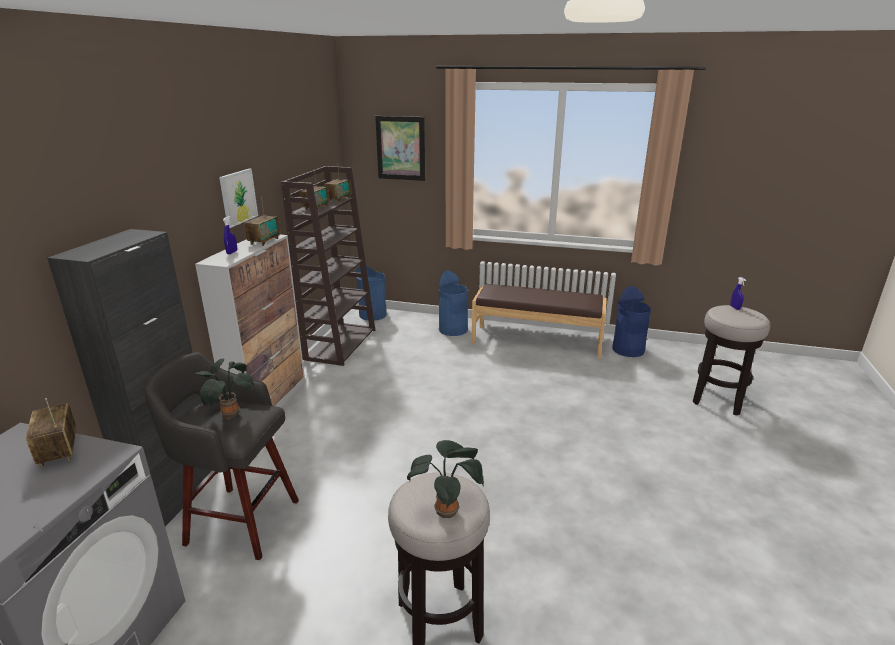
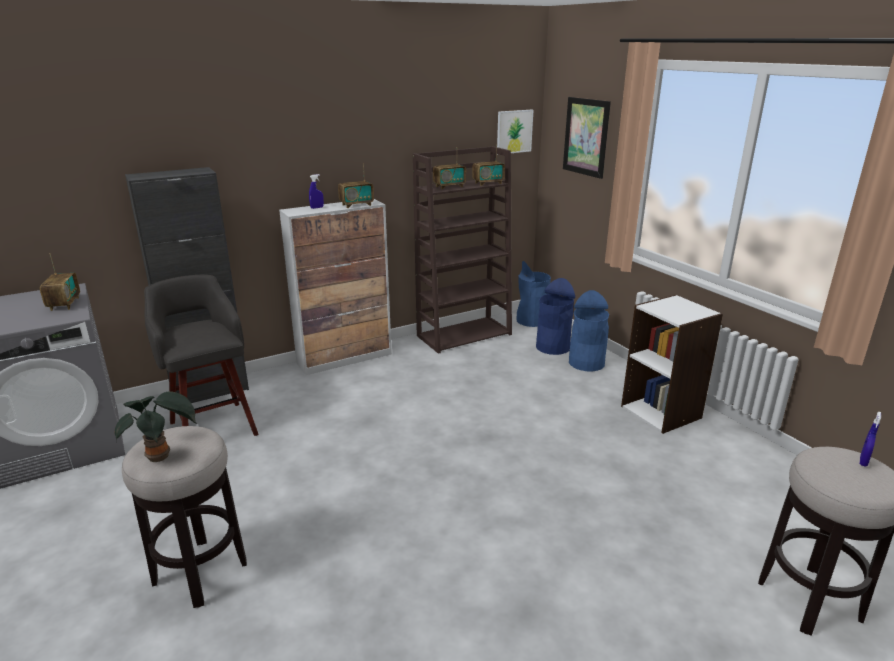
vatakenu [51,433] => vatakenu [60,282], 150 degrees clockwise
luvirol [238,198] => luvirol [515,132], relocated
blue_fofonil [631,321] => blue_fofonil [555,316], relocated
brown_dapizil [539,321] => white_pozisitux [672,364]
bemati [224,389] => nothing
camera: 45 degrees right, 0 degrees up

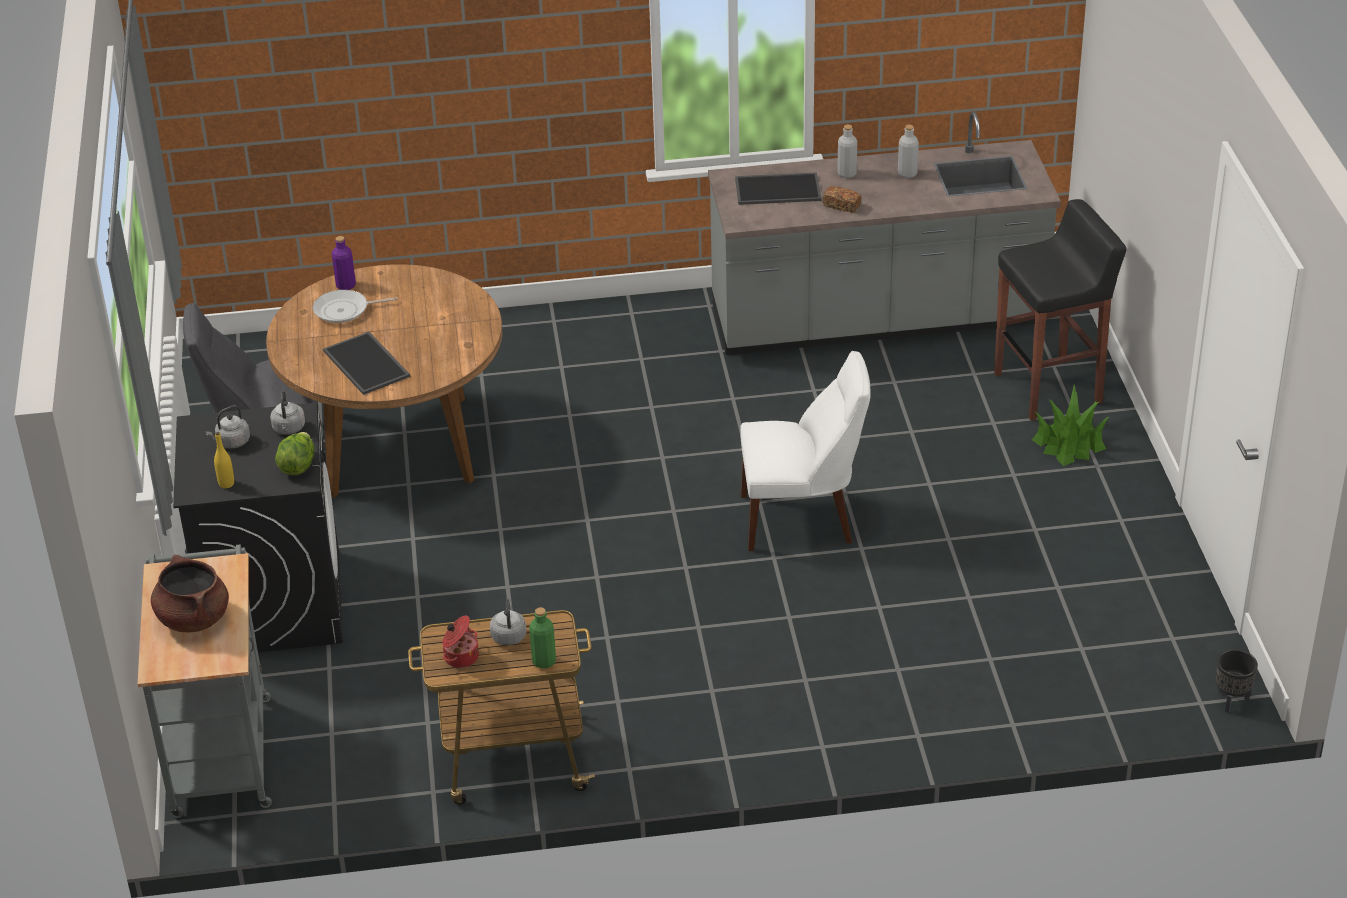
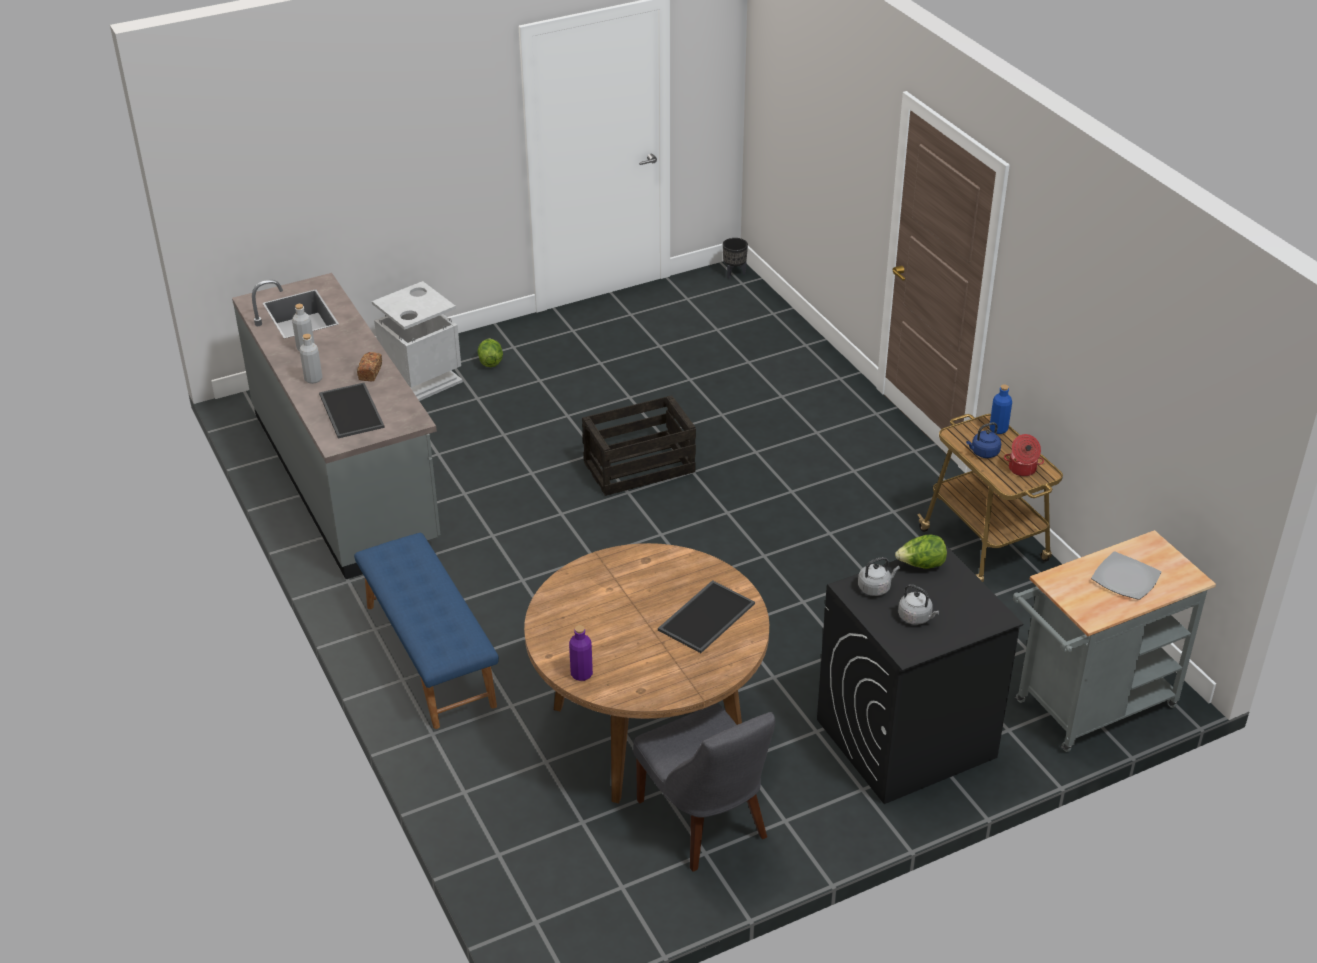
nothing => blue_dapizil [426,631]
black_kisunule [1060,310] => grey_fofonil [417,341]
bemati [1070,425] => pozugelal [490,352]
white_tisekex [805,451] => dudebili [639,445]
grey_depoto [508,621] => blue_depoto [983,440]
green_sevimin [542,638] => blue_sevimin [1000,409]
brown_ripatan [190,593] => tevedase [1126,576]
yellow_sevimin [224,460] => nothing
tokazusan [355,306] => nothing
camera: 110 degrees left, 0 degrees up

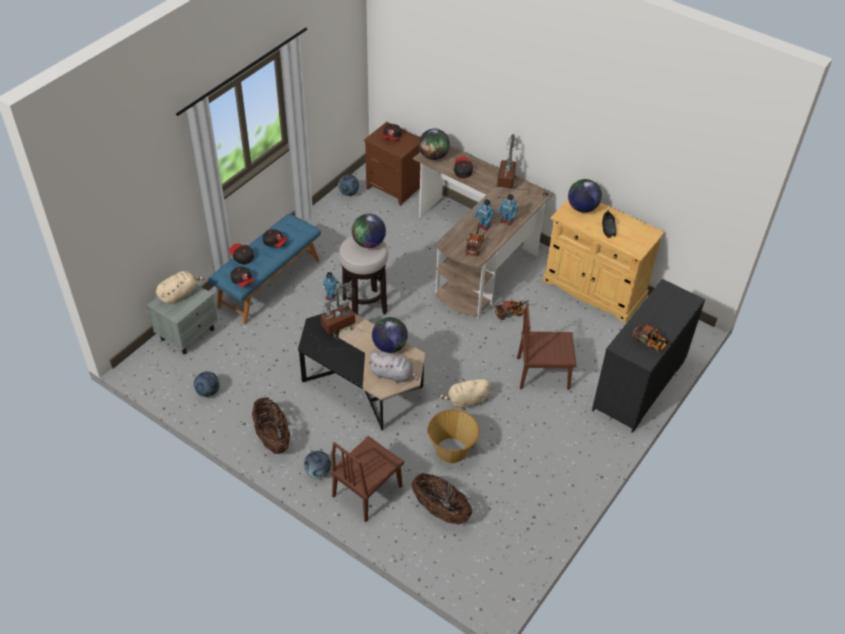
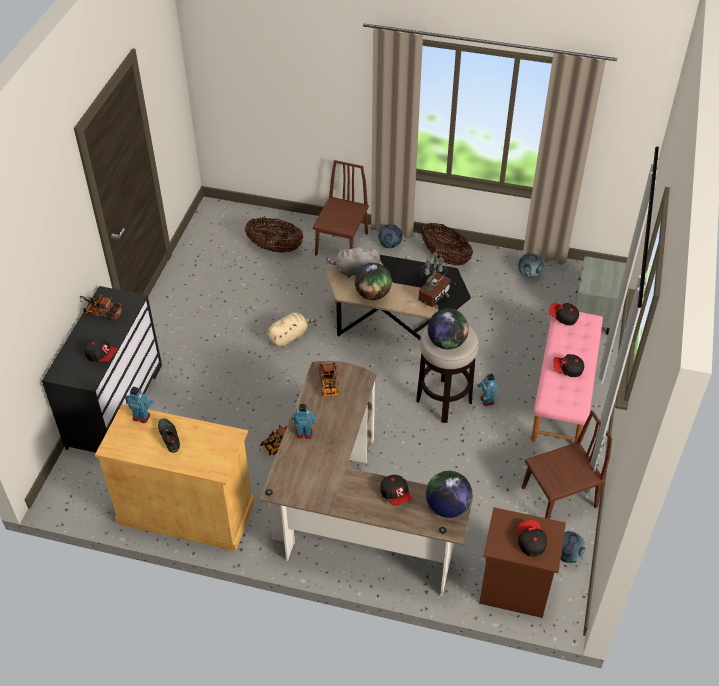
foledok [241,254] => foledok [101,350], relocated
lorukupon [484,214] => lorukupon [139,405], relocated
brown_tisekex [547,346] => brown_tisekex [567,464], relocated
blue_dapizil [265,268] => pink_dapizil [567,377]
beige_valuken [180,287] => nothing
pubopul [453,436] => nothing
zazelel [511,168] => nothing
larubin [585,196] => nothing
camera: 160 degrees right, 0 degrees up

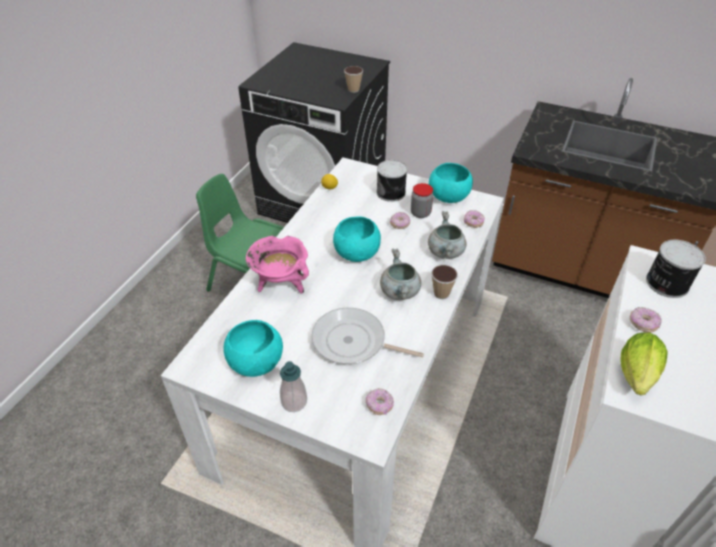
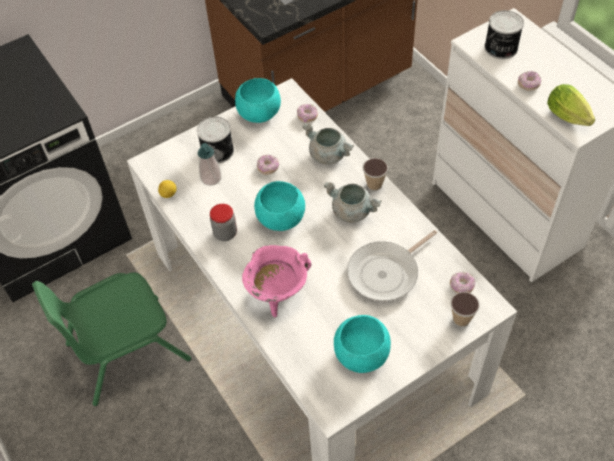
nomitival [293,386] => nomitival [210,164], relocated
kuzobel [422,200] => kuzobel [223,222], relocated
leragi [353,79] => leragi [465,309], relocated
camera: 55 degrees left, 10 degrees up

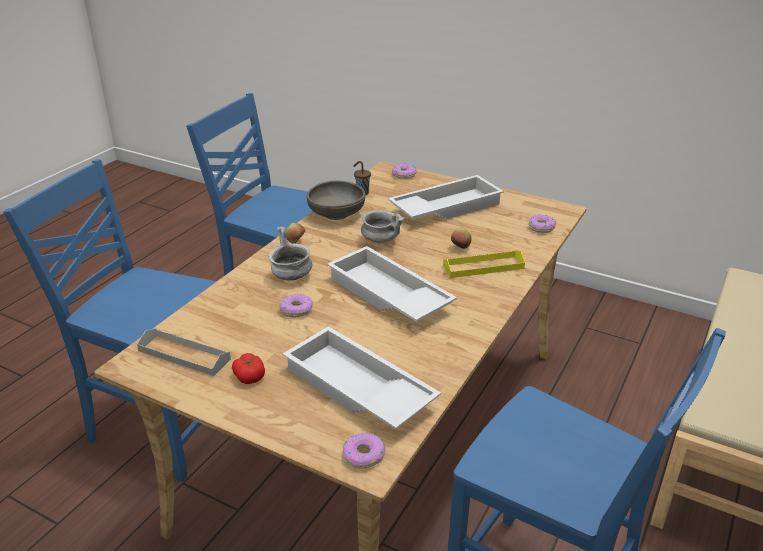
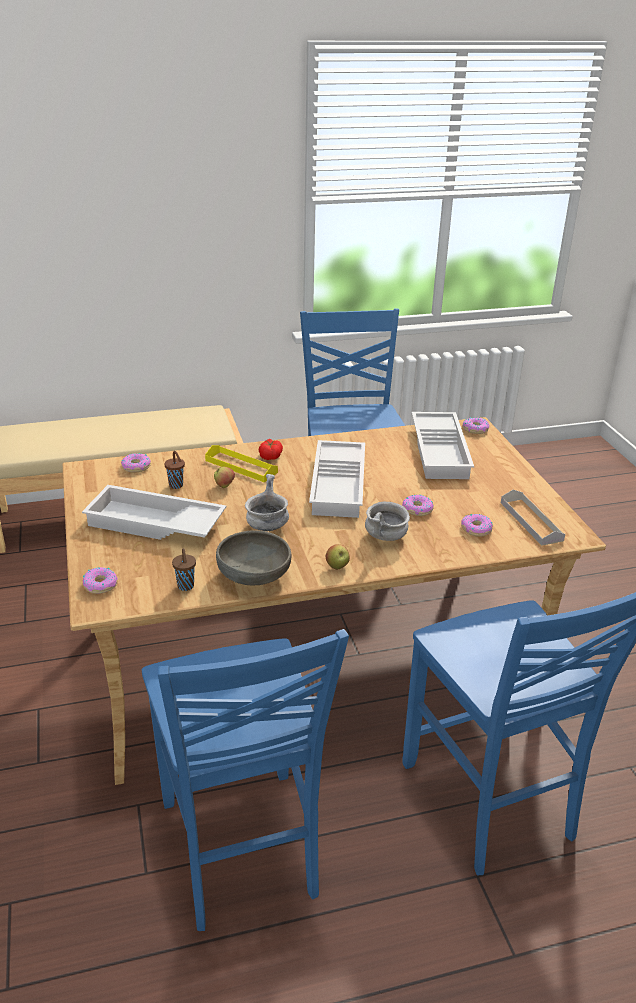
nothing => brown_leragi [175,470]
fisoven [248,368] => fisoven [271,449], relocated
nothing => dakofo [477,525]
camera: 135 degrees left, 0 degrees up

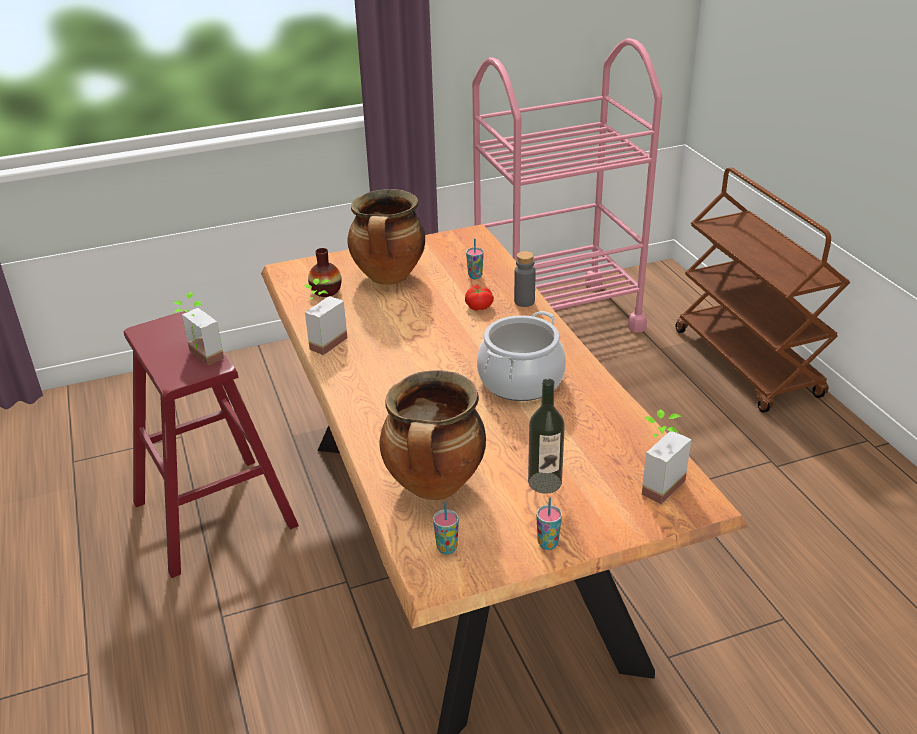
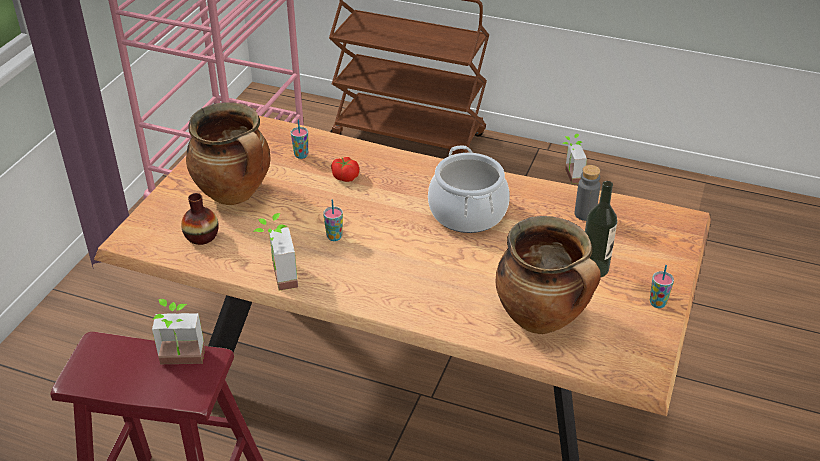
leragi [446,528] => leragi [333,220], relocated
bemati [666,456] => bemati [574,159], relocated
grey_sevimin [525,279] => grey_sevimin [587,193], relocated
camera: 50 degrees left, 5 degrees up

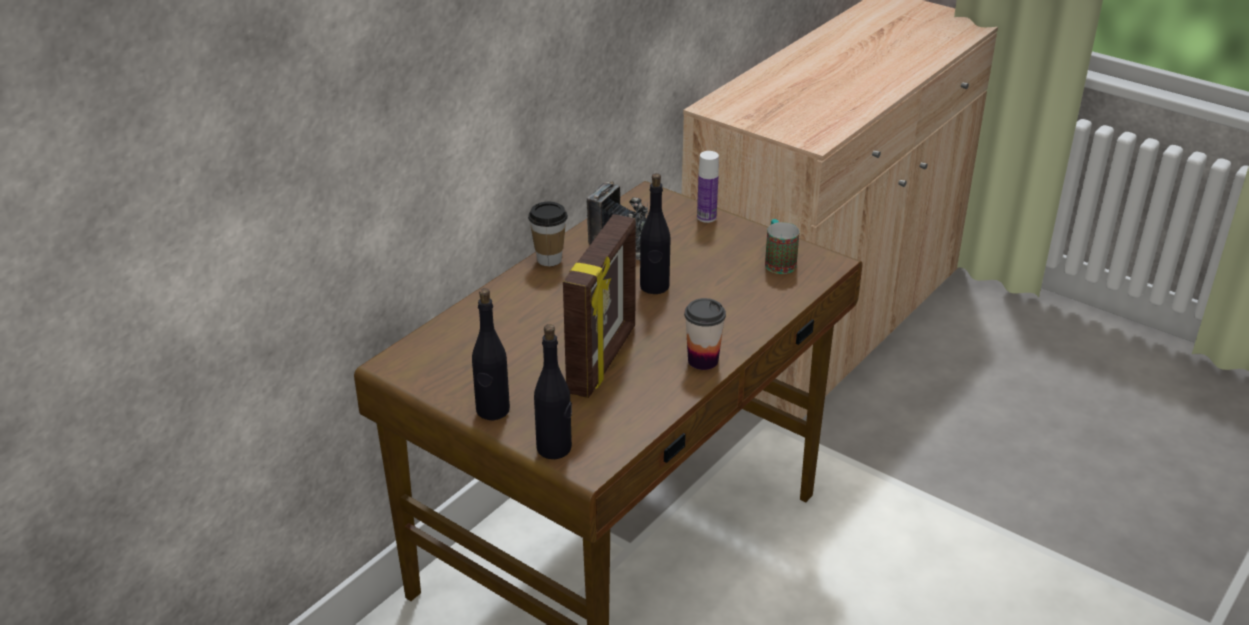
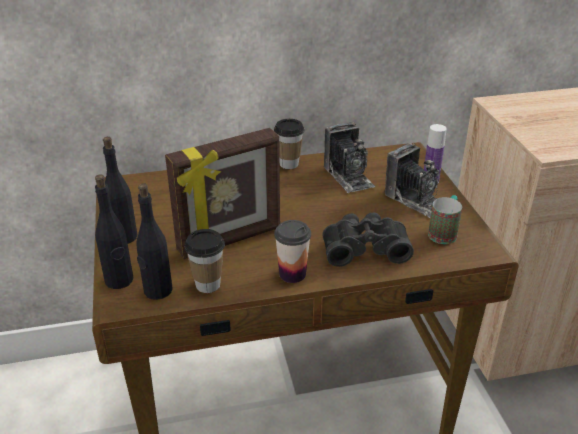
black_sevimin [655,233] => black_sevimin [154,241], relocated
nothing => leragi [204,261]
nothing => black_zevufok [368,239]
nothing => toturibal [412,180]
camera: 40 degrees right, 0 degrees up

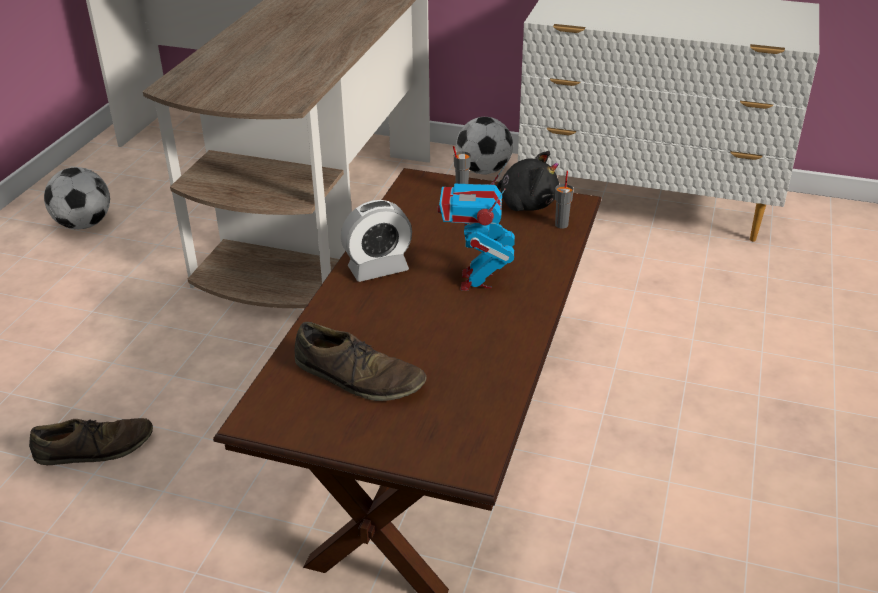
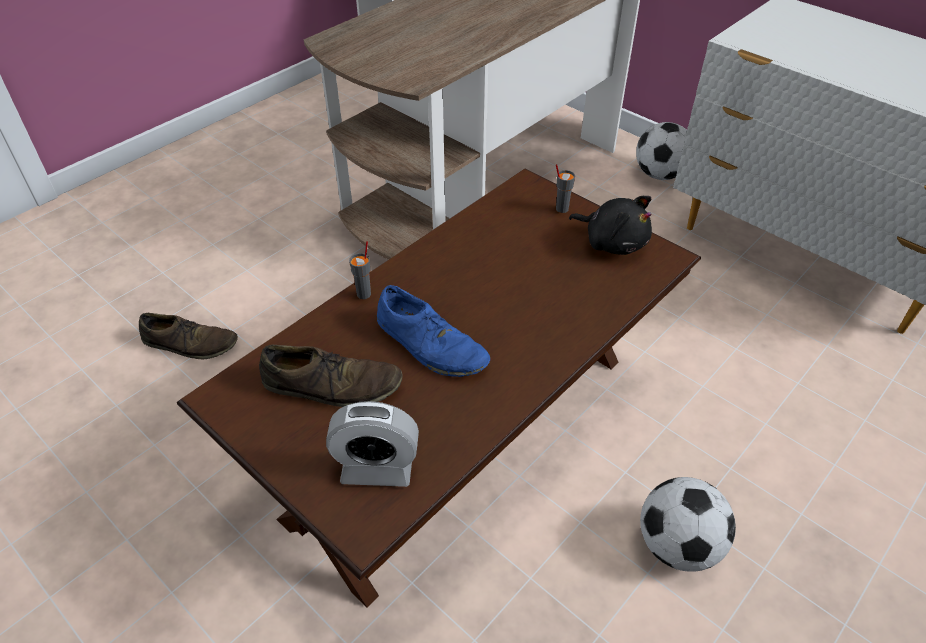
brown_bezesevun [360,361] => brown_bezesevun [330,376], 45 degrees counterclockwise
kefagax [376,241] => kefagax [372,444], relocated
grey_leragi [564,200] => grey_leragi [360,270], relocated
nothing => blue_bezesevun [434,331]
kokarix [77,198] => kokarix [688,524], relocated
lorukupon [476,227] => nothing
camera: 25 degrees right, 10 degrees up

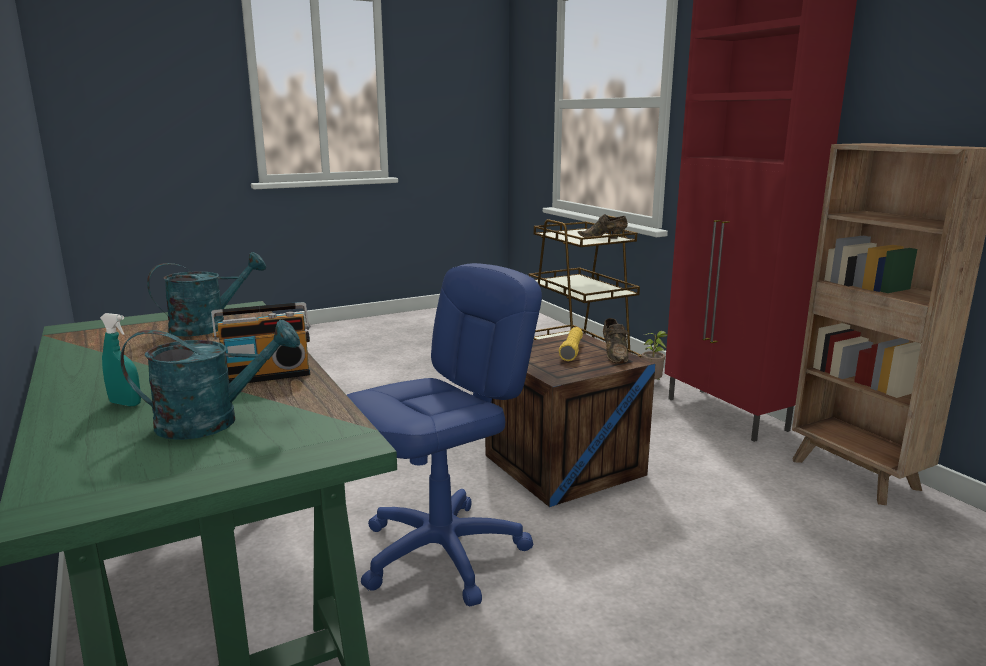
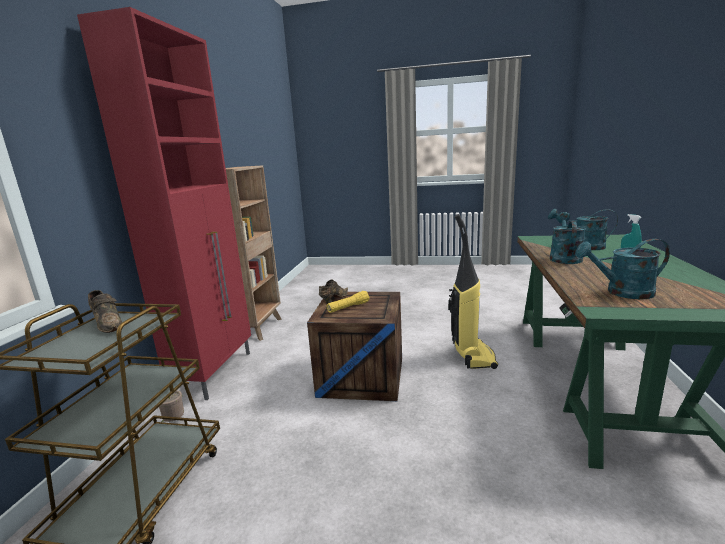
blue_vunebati [444,435] => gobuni [473,291]
vatakenu [261,342] => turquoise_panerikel [568,238]
camera: 140 degrees left, 0 degrees up

